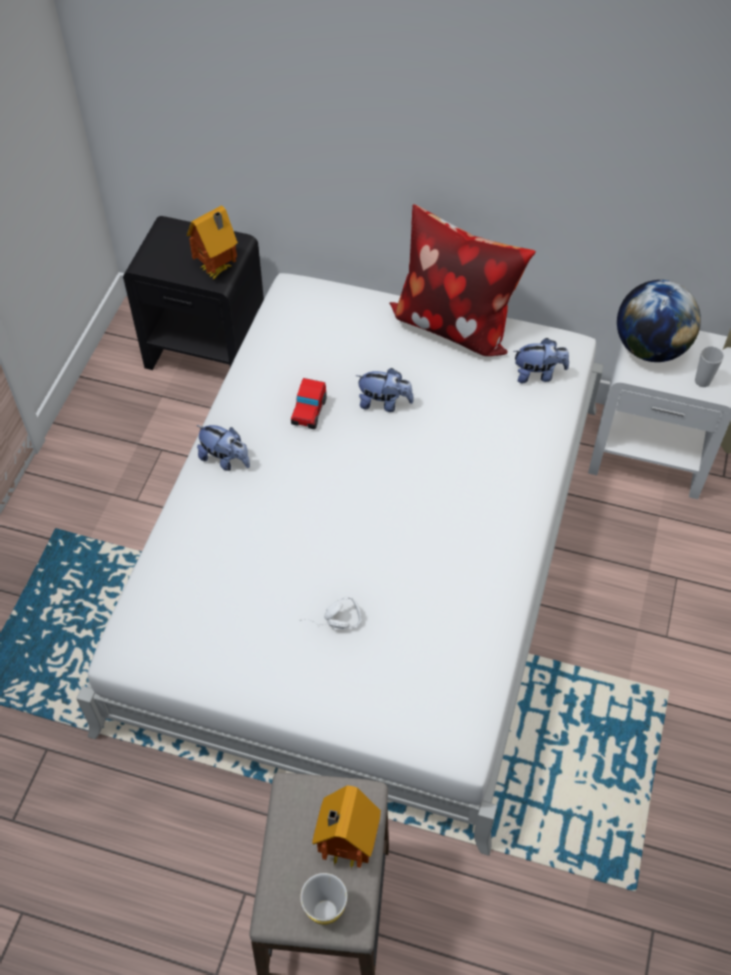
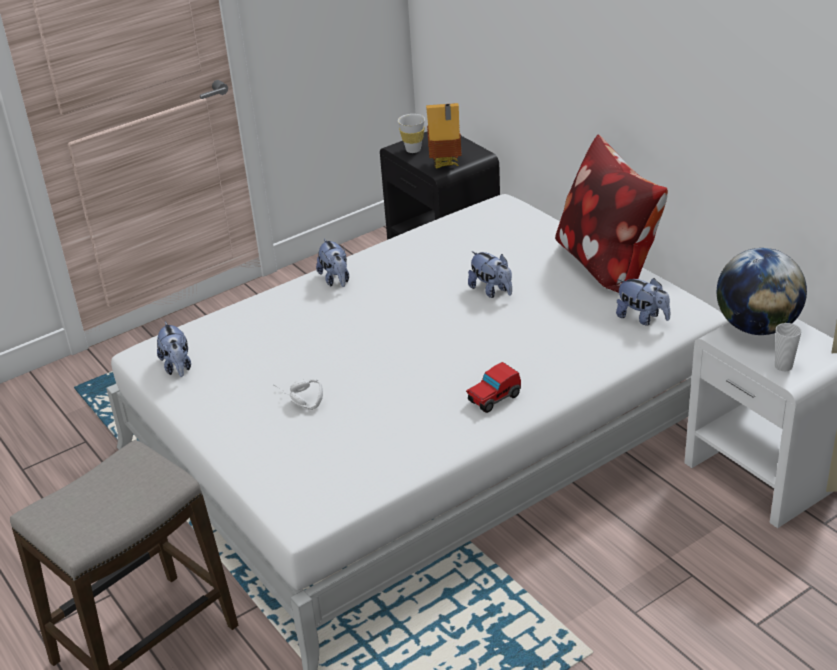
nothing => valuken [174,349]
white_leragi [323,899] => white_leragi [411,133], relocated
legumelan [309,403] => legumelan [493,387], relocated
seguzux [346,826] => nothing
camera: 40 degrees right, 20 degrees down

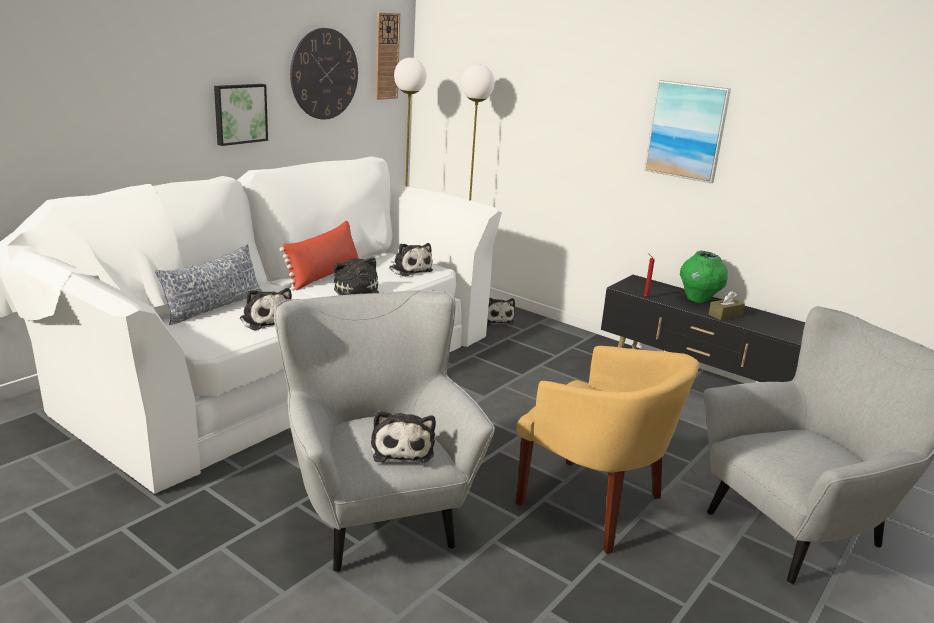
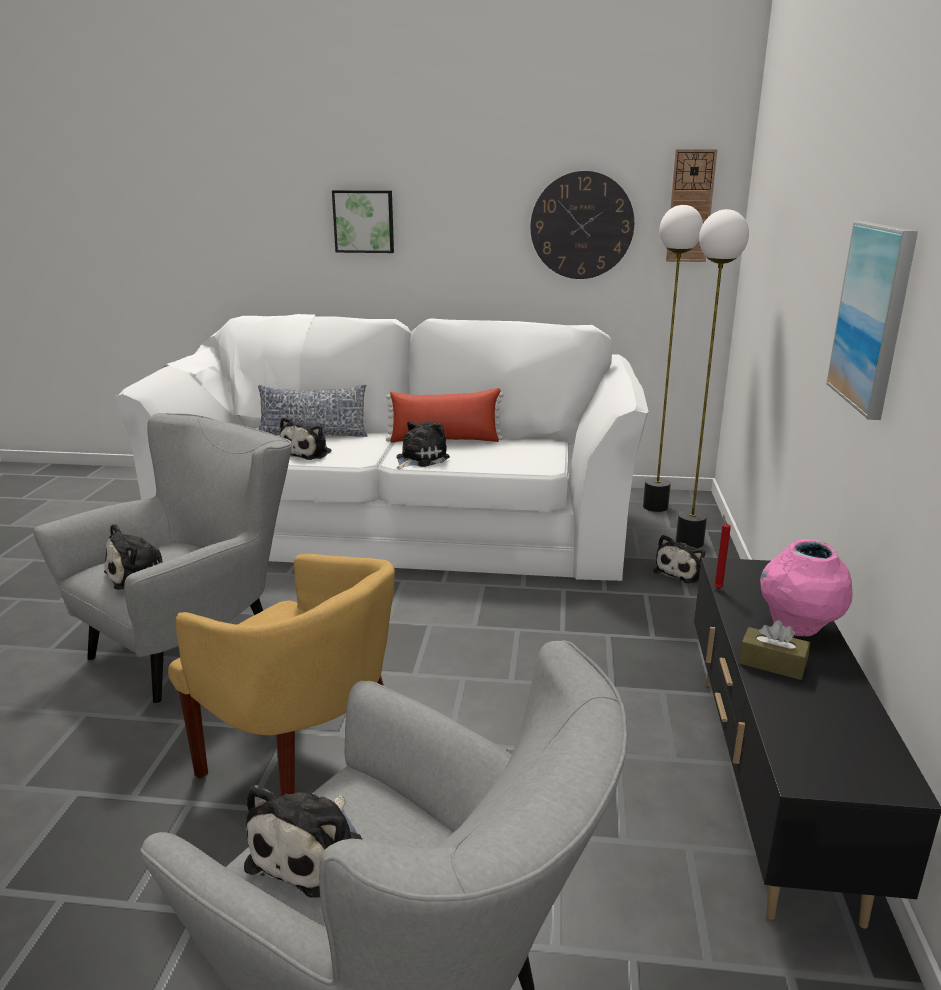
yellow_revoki [608,450] => yellow_revoki [281,675], 60 degrees counterclockwise
valuken [411,259] => valuken [303,841], relocated
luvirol [241,115] => luvirol [363,221], relocated
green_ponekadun [704,277] => pink_ponekadun [806,587]
camera: 60 degrees right, 0 degrees up

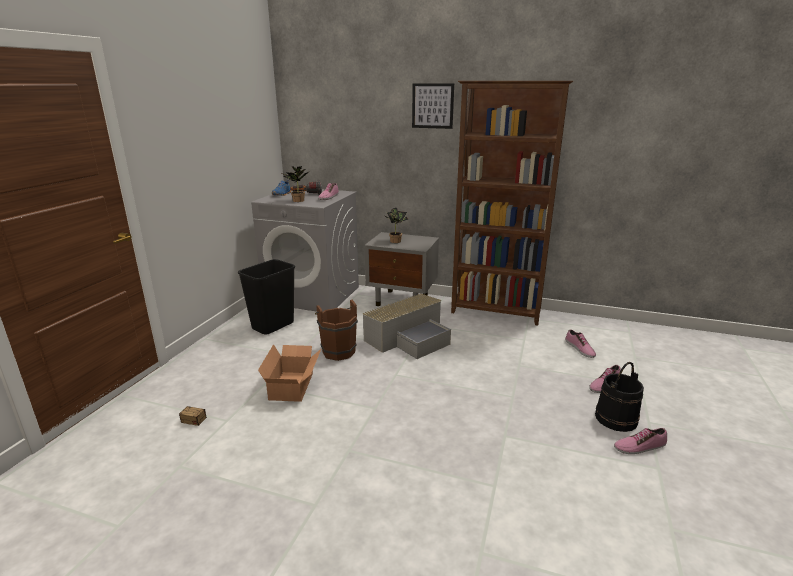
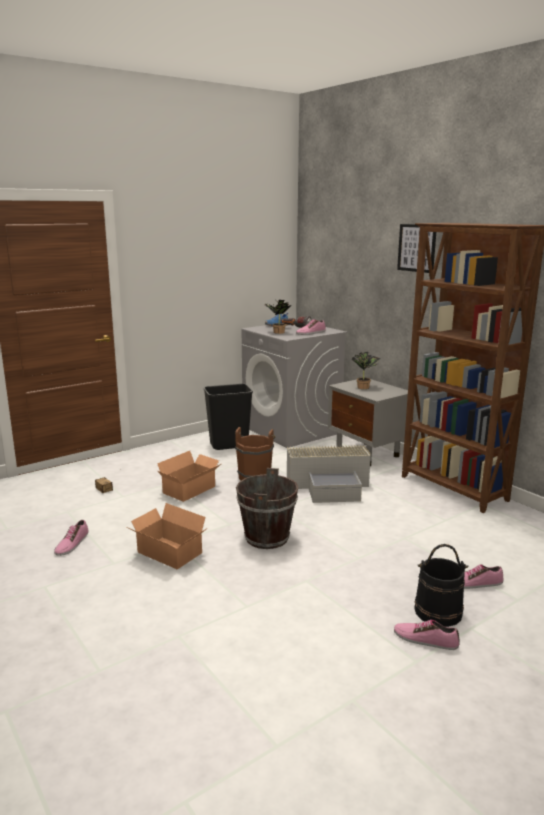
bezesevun [580,343] => bezesevun [71,538], relocated
nothing => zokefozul [166,536]
nothing => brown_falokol [267,508]
camera: 35 degrees right, 5 degrees down

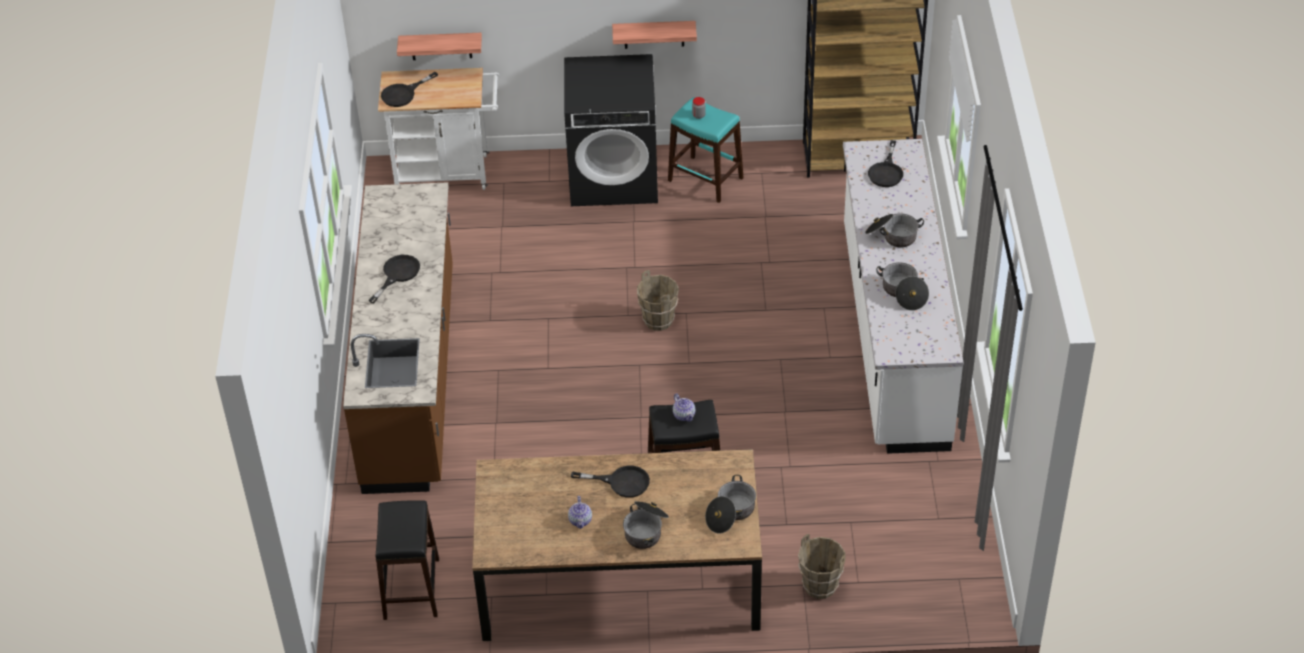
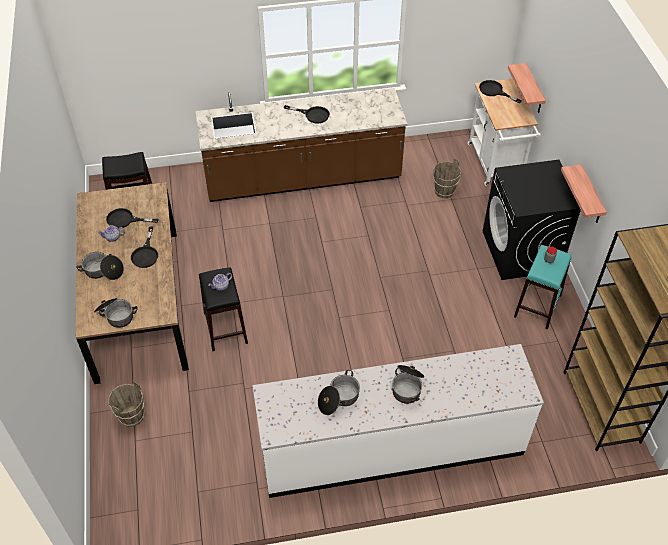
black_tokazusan [885,163] => black_tokazusan [132,218], relocated
brown_falokol [658,300] => brown_falokol [447,178], relocated
camera: 80 degrees right, 5 degrees up

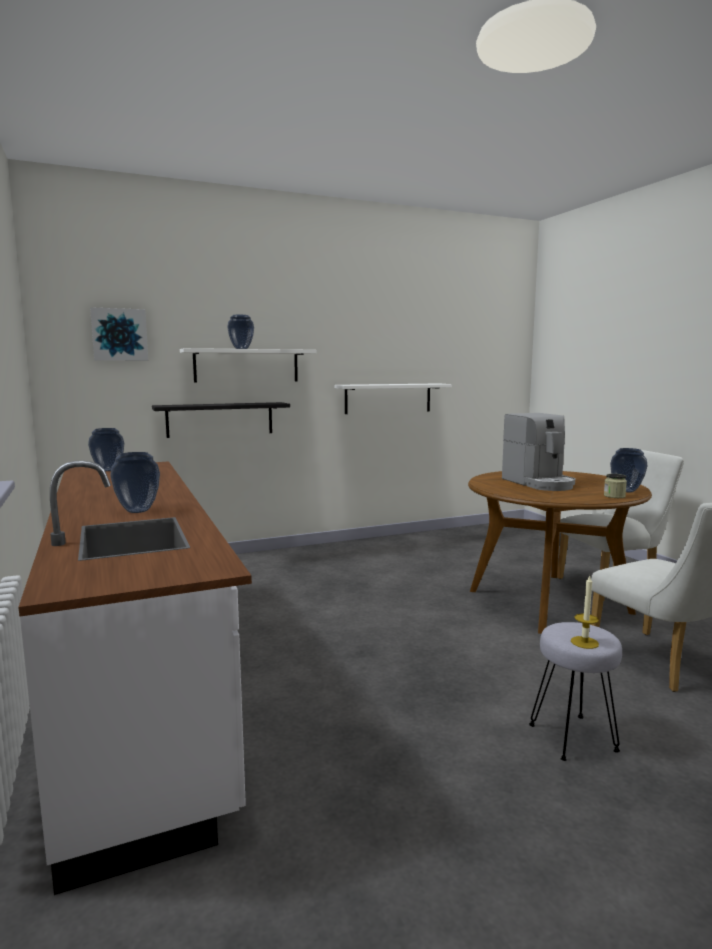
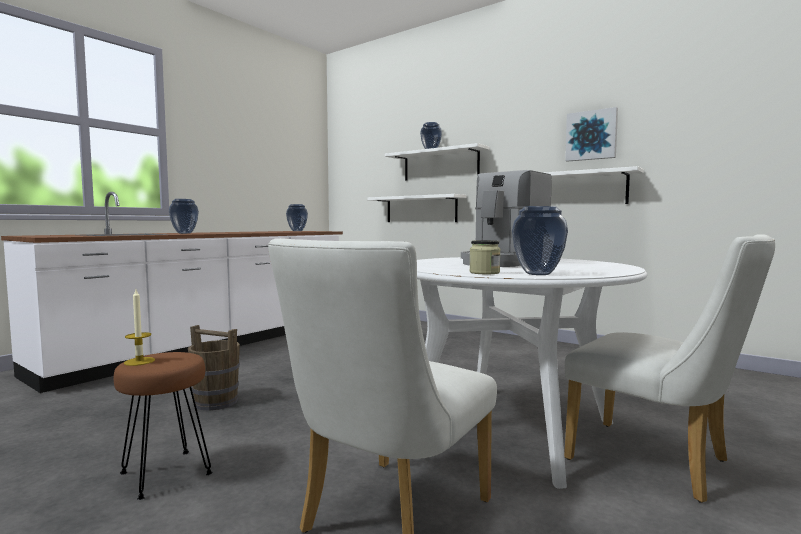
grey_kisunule [575,691] => brown_kisunule [163,426]
nothing => brown_falokol [214,368]
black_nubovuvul [221,420] => white_nubovuvul [417,208]
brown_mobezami [560,552] => white_mobezami [532,373]
luvirol [119,334] => luvirol [591,134], relocated
camera: 60 degrees right, 5 degrees down

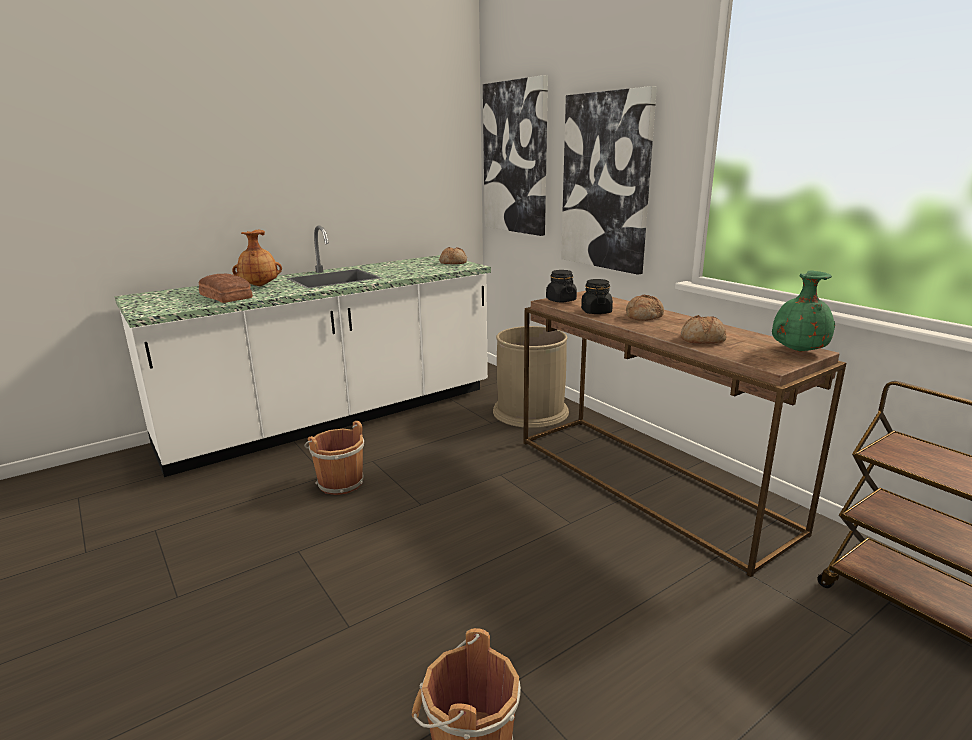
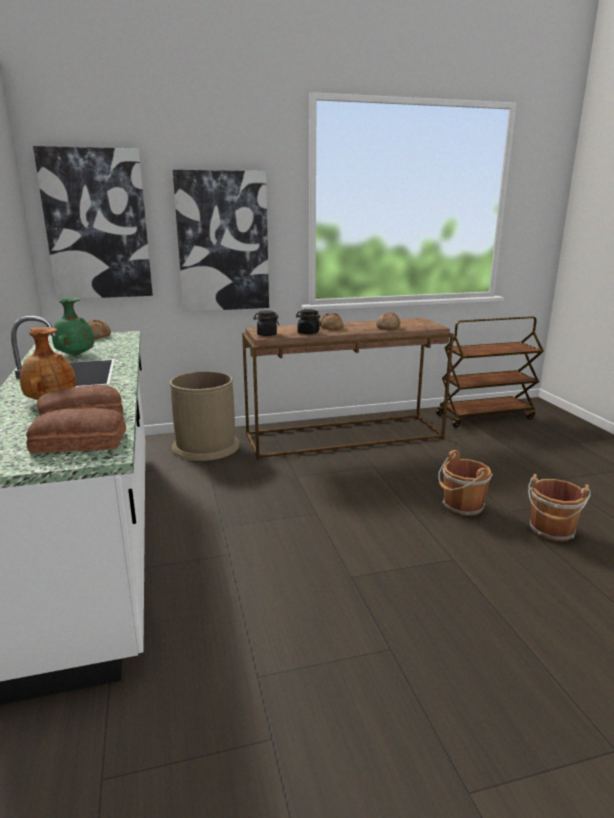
nothing => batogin [76,430]
green_ponekadun [803,311] => green_ponekadun [73,326], relocated
brown_falokol [334,458] => brown_falokol [465,483], relocated
camera: 70 degrees left, 0 degrees up

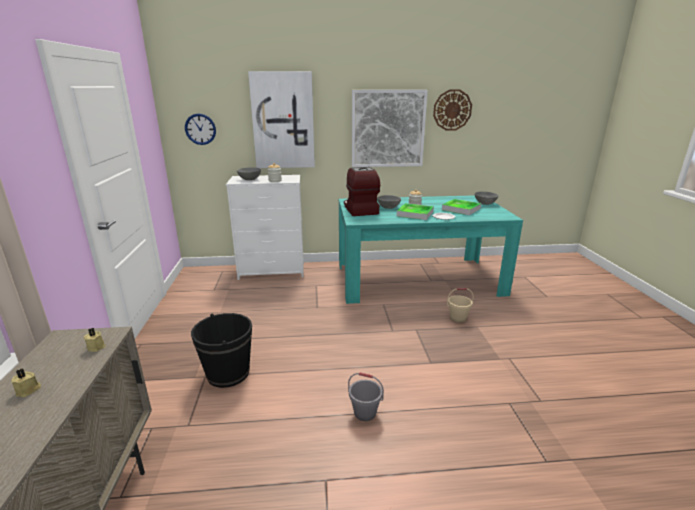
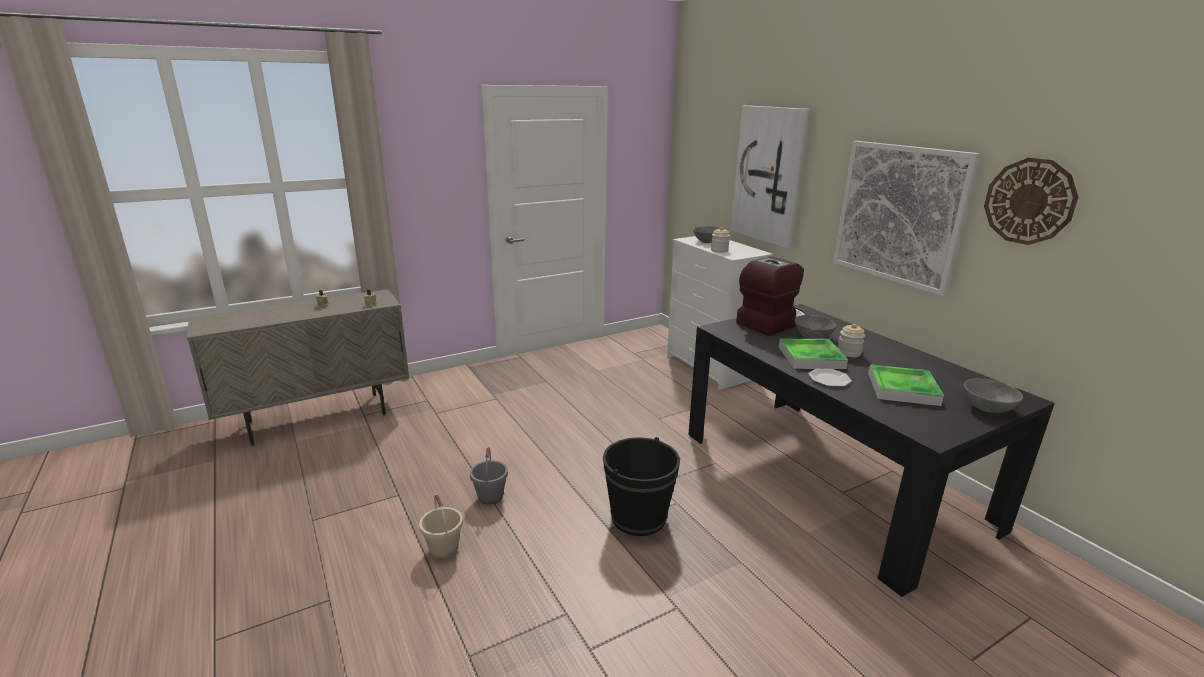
beige_falokol [460,305] => beige_falokol [441,526], relocated
black_falokol [221,350] => black_falokol [641,486], relocated
turquoise_mobezami [431,249] => black_mobezami [871,450]
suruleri [200,129] => nothing
camera: 65 degrees right, 0 degrees up

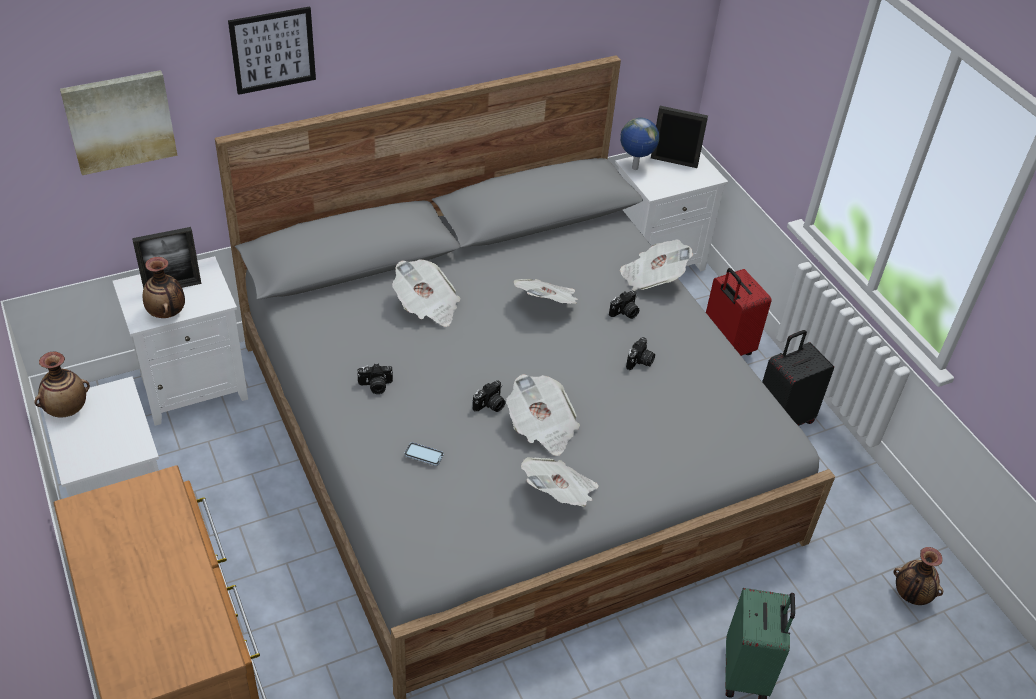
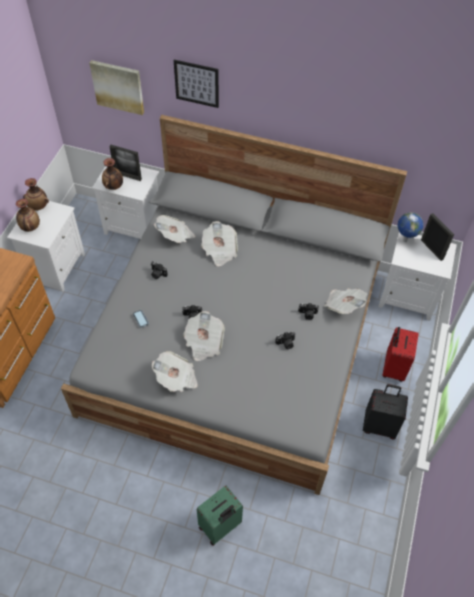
ponekadun [918,576] => ponekadun [28,215], relocated
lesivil [546,291] => lesivil [174,229], relocated
camera: 45 degrees right, 10 degrees up

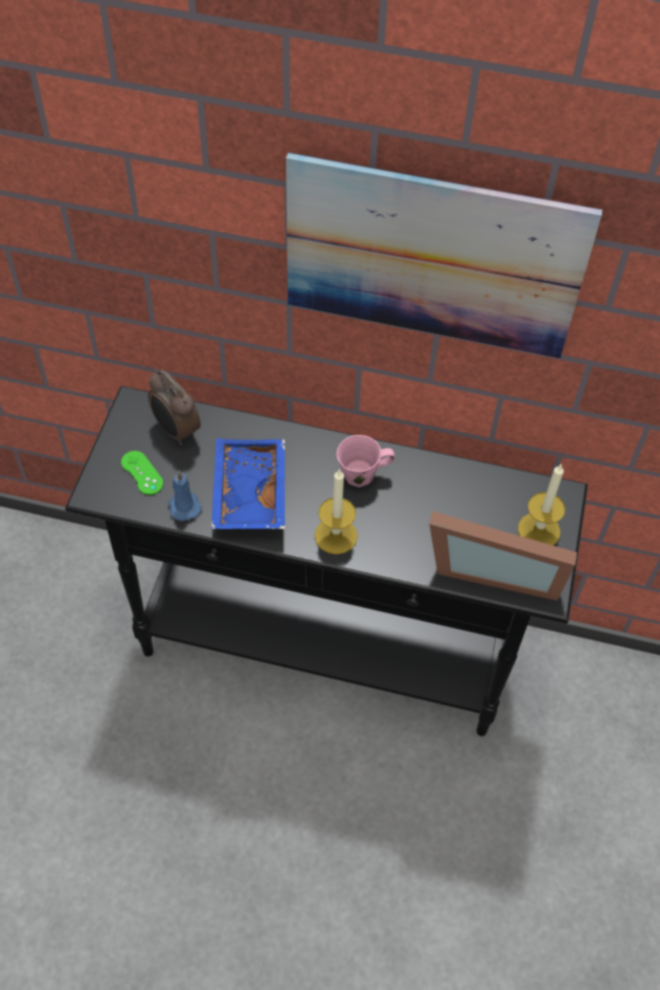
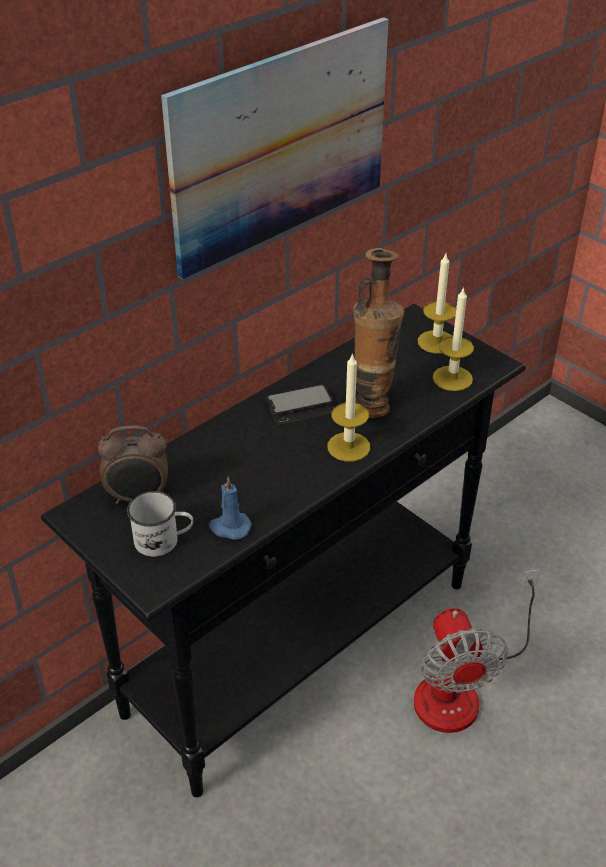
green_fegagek [142,473] => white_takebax [160,524]
pink_takebax [365,461] => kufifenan [300,404]
nothing => ponekadun [378,333]
nothing => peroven [477,651]
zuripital [503,556] => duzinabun [453,339]
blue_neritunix [248,484] => nothing
camera: 55 degrees left, 15 degrees down

